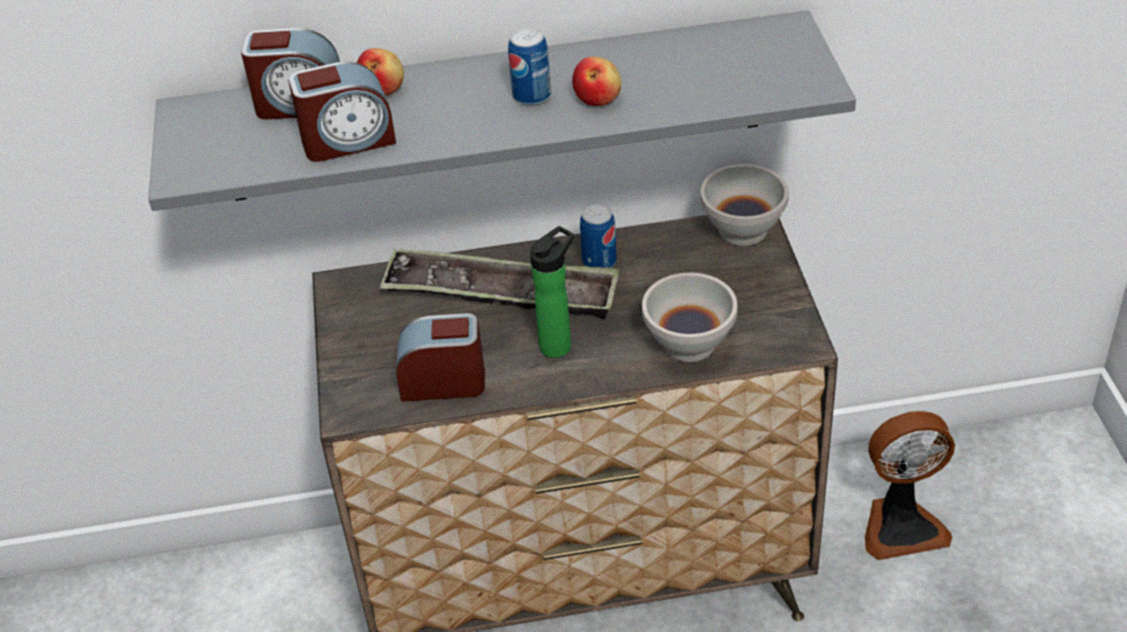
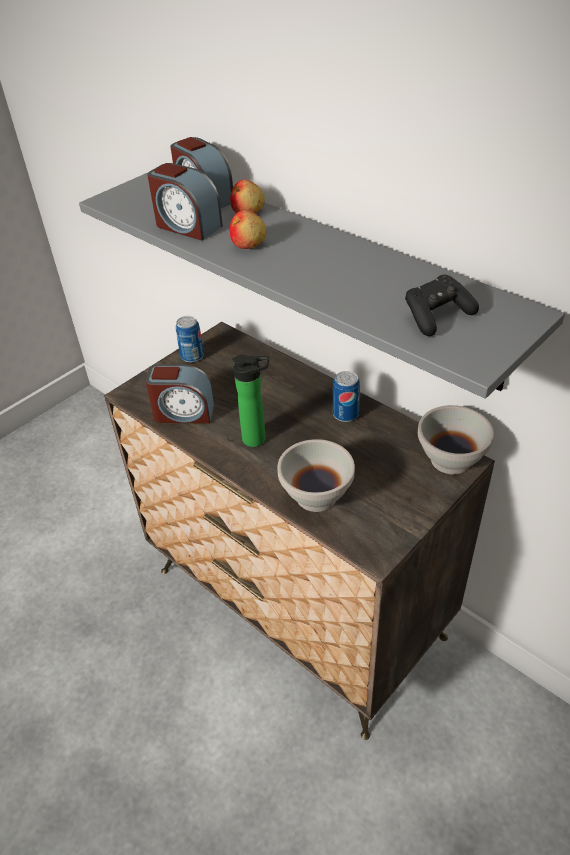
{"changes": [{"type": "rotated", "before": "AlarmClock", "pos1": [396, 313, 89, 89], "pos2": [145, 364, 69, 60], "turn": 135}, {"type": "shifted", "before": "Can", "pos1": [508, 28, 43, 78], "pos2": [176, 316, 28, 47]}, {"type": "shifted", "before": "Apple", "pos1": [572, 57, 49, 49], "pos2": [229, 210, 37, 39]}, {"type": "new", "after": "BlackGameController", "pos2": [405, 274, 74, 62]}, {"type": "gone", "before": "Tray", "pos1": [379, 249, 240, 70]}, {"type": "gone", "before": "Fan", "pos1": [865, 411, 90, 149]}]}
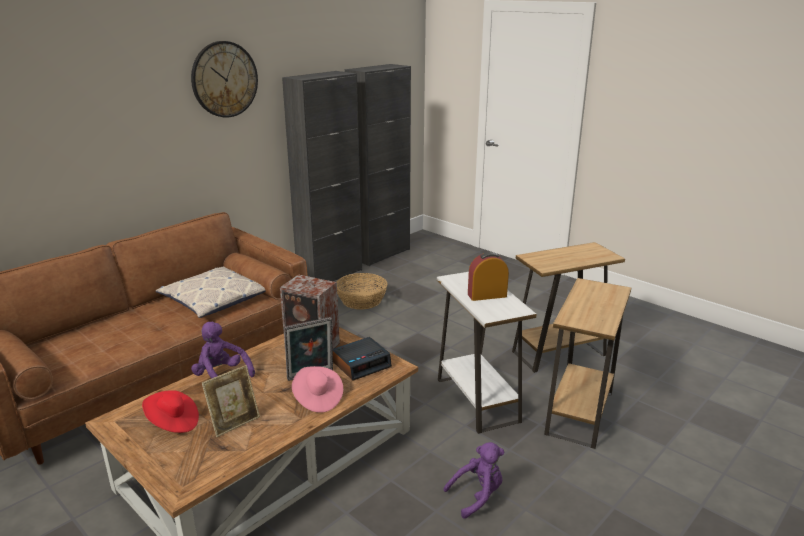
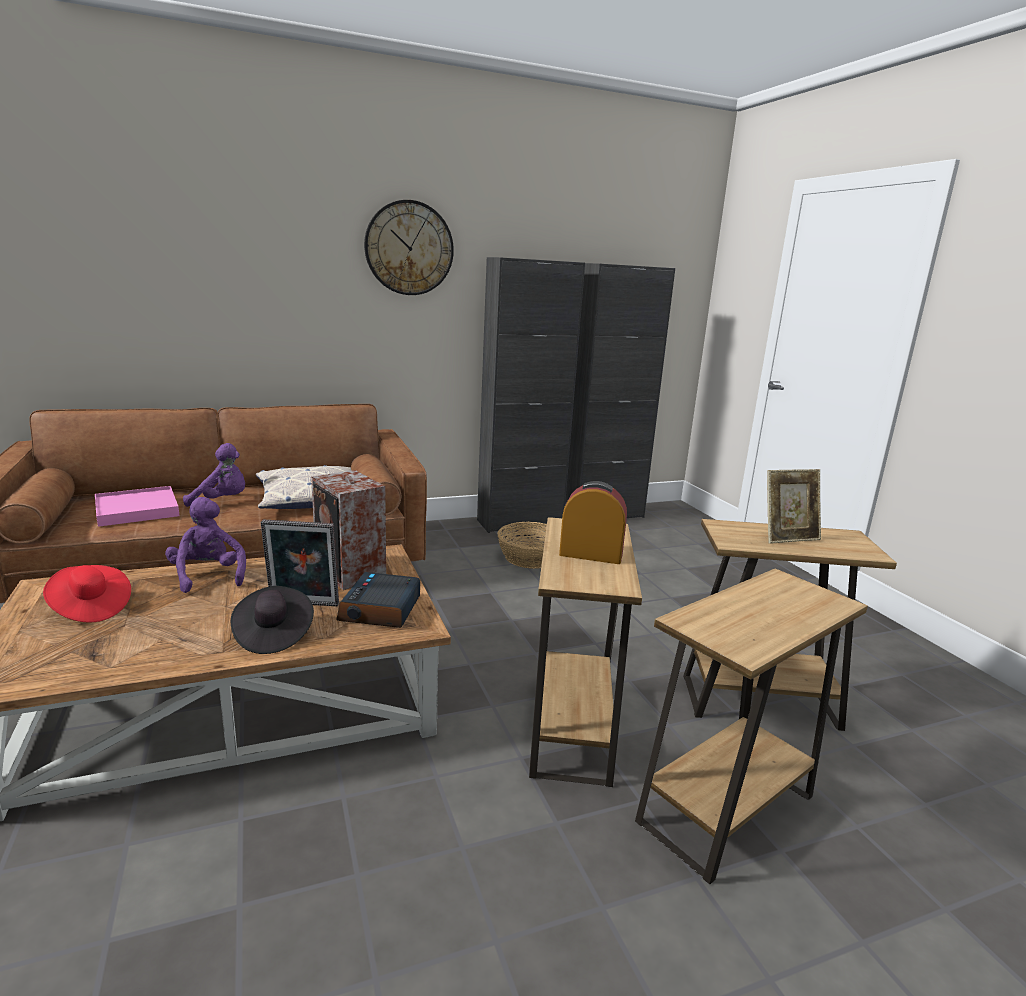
{"changes": [{"type": "new", "after": "PinkTray", "pos2": [95, 486, 85, 41]}, {"type": "shifted", "before": "PurplePlushToy", "pos1": [443, 442, 62, 77], "pos2": [183, 443, 62, 64]}, {"type": "repainted", "before": "PinkHat", "after": "BlackHat", "pos1": [292, 366, 51, 47], "pos2": [231, 586, 83, 68]}, {"type": "rotated", "before": "AlarmClock", "pos1": [333, 337, 59, 44], "pos2": [336, 572, 84, 56], "turn": 105}, {"type": "repainted", "before": "WhiteSideTable", "after": "BrownSideTable", "pos1": [437, 272, 99, 162], "pos2": [529, 517, 113, 270]}, {"type": "shifted", "before": "PictureFrame", "pos1": [202, 365, 58, 72], "pos2": [767, 469, 54, 75]}]}
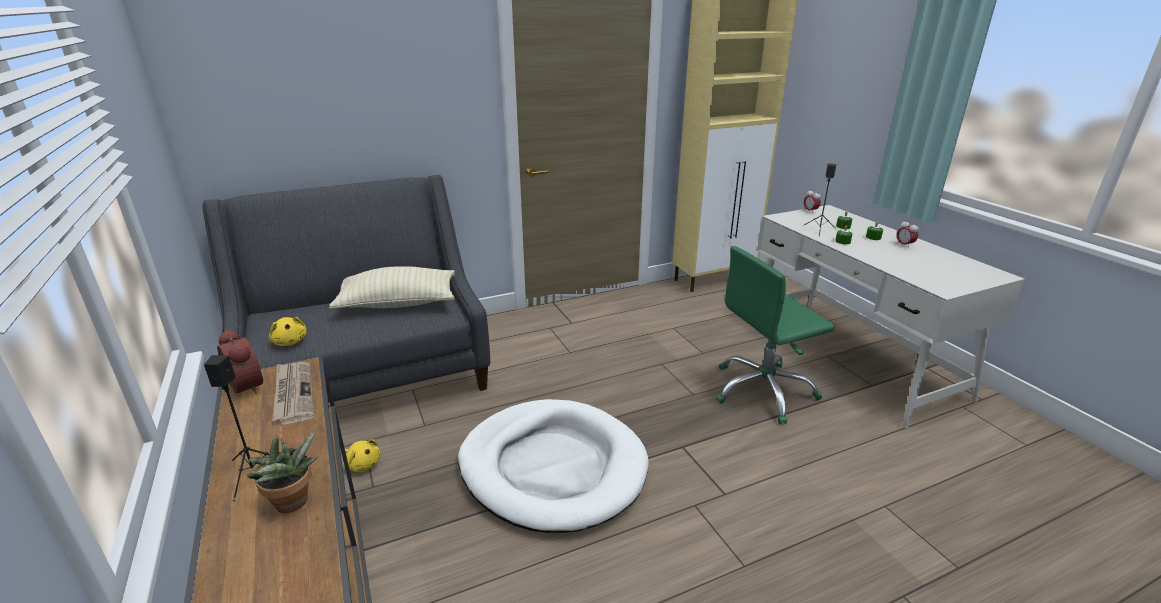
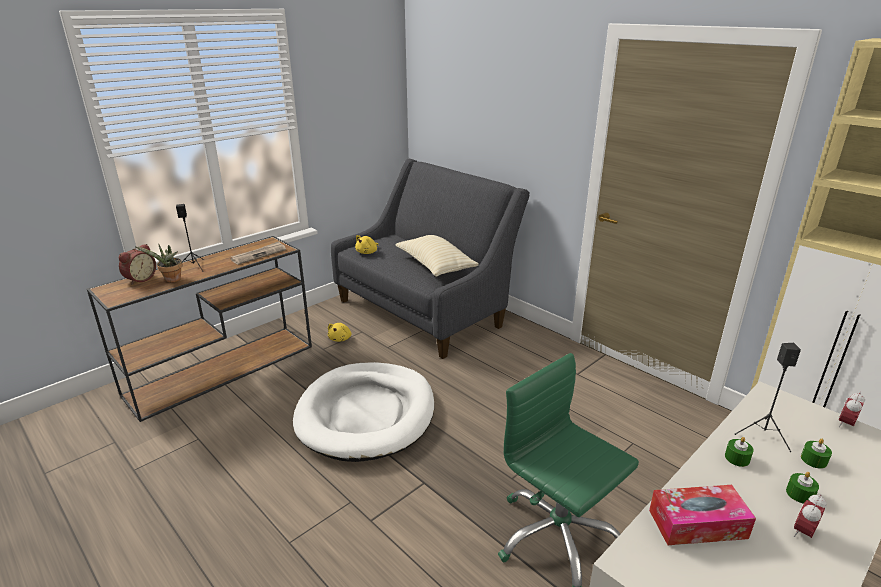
{"changes": [{"type": "shifted", "before": "AlarmClock", "pos1": [217, 330, 46, 64], "pos2": [119, 244, 37, 41]}, {"type": "new", "after": "TissueBox", "pos2": [649, 485, 107, 60]}]}
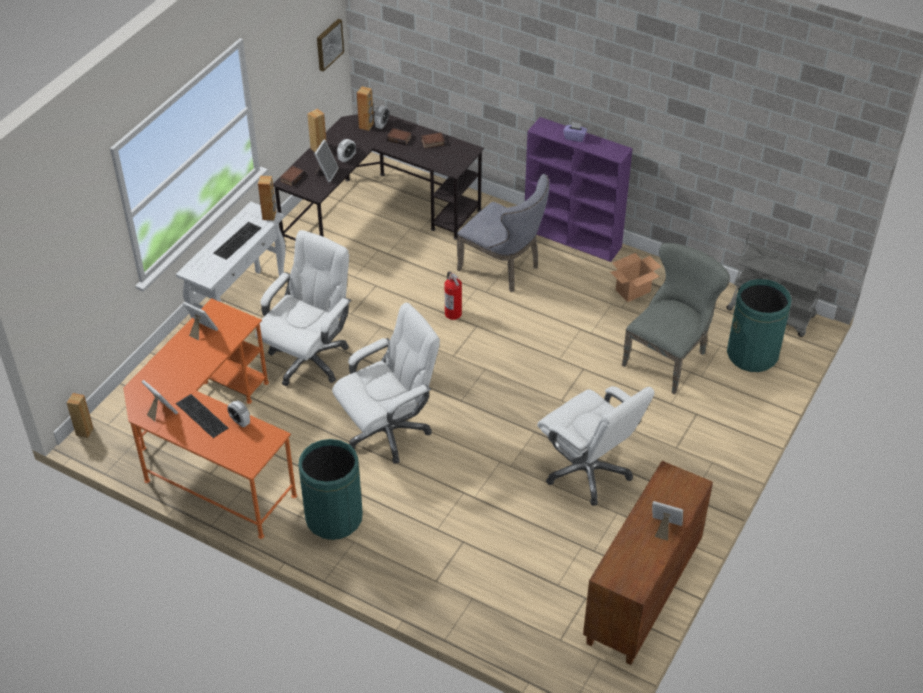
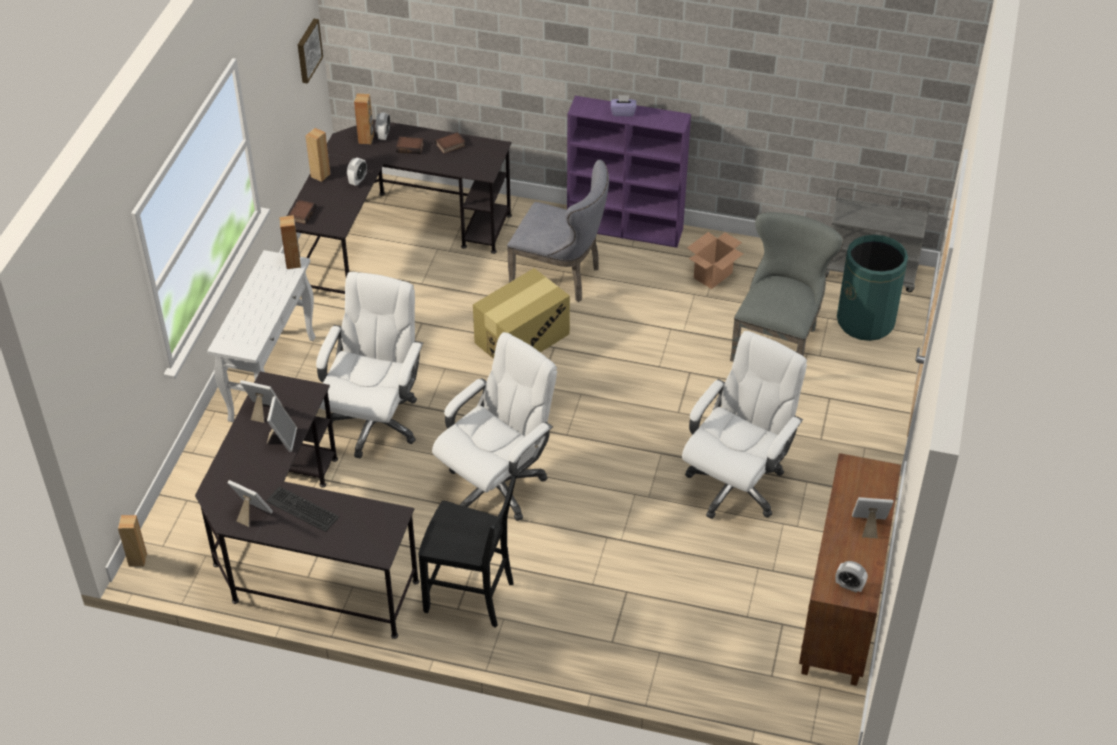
{"changes": [{"type": "repainted", "before": "OrangeDesk", "after": "BlackDesk", "pos1": [123, 298, 174, 241], "pos2": [195, 371, 224, 268]}, {"type": "shifted", "before": "PictureFrame", "pos1": [314, 139, 25, 43], "pos2": [267, 396, 30, 56]}, {"type": "swapped", "before": "GreenTrashCan", "after": "BlackChair", "pos1": [298, 439, 65, 101], "pos2": [418, 472, 99, 156]}, {"type": "swapped", "before": "FireExtinguisher", "after": "CardboardBox", "pos1": [444, 272, 18, 48], "pos2": [473, 268, 97, 91]}, {"type": "rotated", "before": "WhiteOfficeChair", "pos1": [537, 386, 118, 120], "pos2": [682, 331, 125, 188], "turn": -90}, {"type": "shifted", "before": "AlarmClock", "pos1": [227, 400, 23, 27], "pos2": [835, 561, 33, 31]}, {"type": "gone", "before": "Keyboard", "pos1": [213, 222, 48, 38]}]}
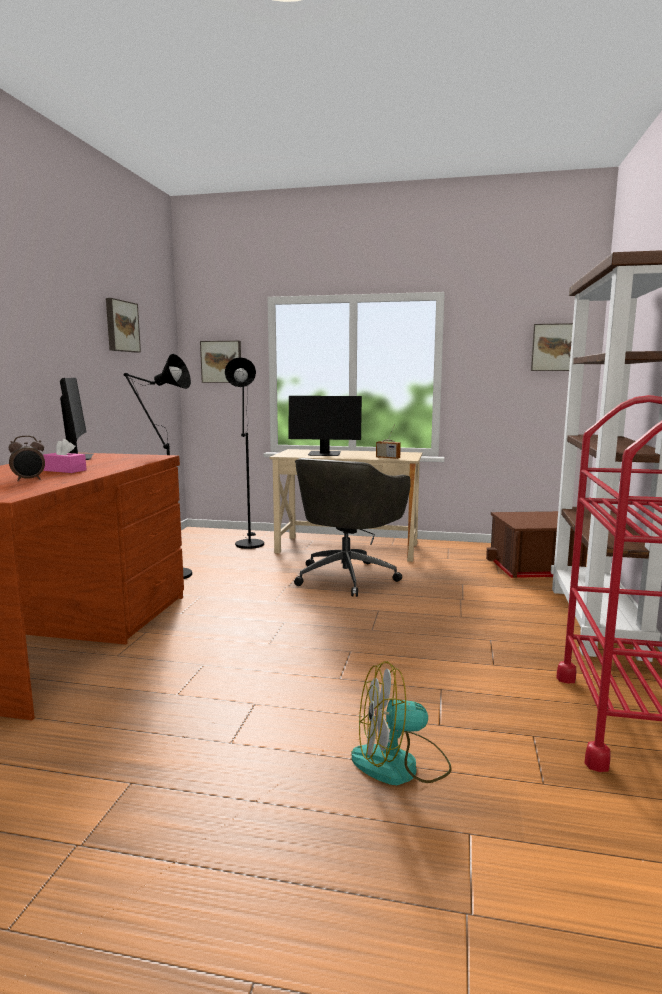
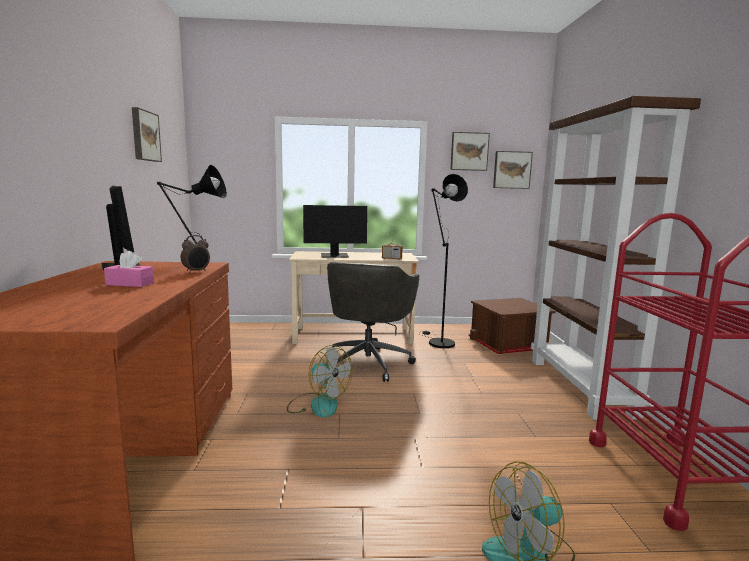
{"changes": [{"type": "shifted", "before": "AlarmClock", "pos1": [9, 435, 36, 46], "pos2": [181, 235, 29, 38]}, {"type": "new", "after": "Fan", "pos2": [287, 345, 66, 73]}, {"type": "shifted", "before": "BlackFloorLamp", "pos1": [225, 357, 39, 192], "pos2": [422, 174, 46, 174]}, {"type": "shifted", "before": "Picture", "pos1": [200, 341, 41, 42], "pos2": [450, 132, 40, 39]}]}
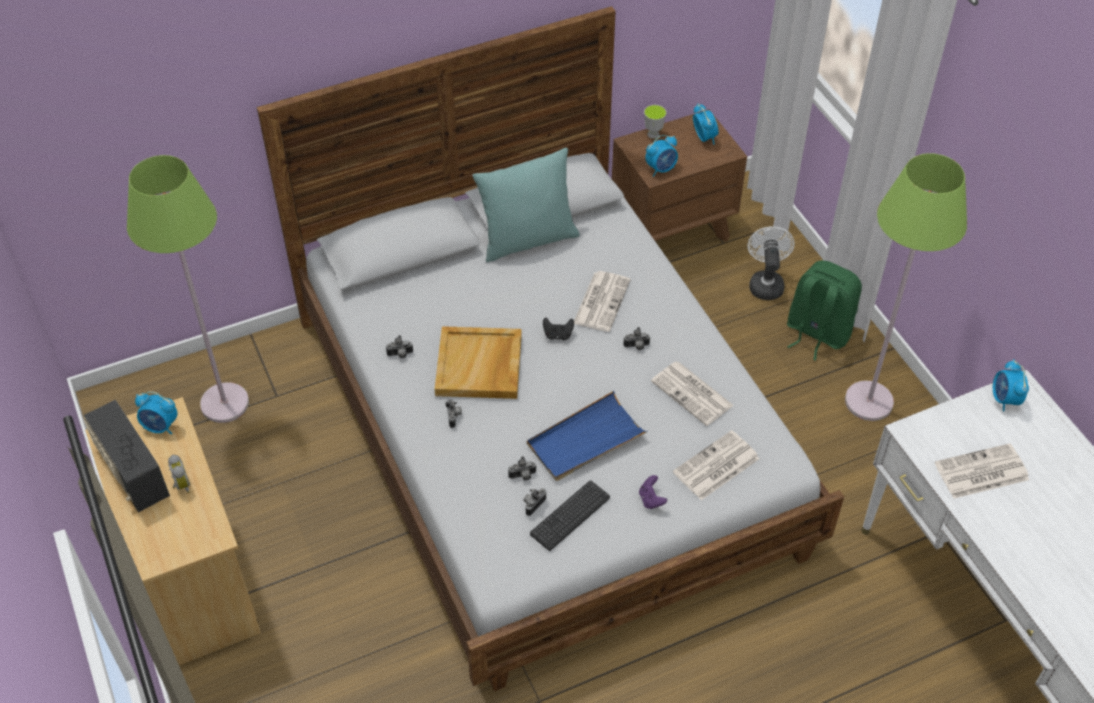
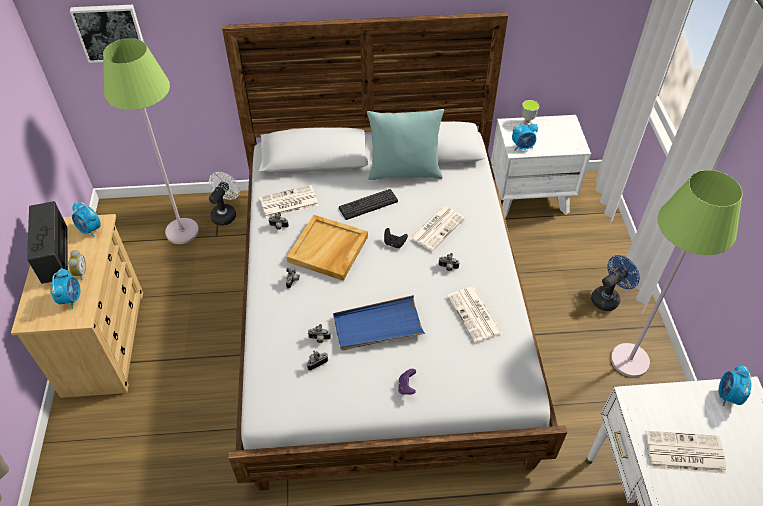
{"changes": [{"type": "shifted", "before": "AlarmClock", "pos1": [693, 103, 26, 42], "pos2": [50, 268, 30, 41]}, {"type": "new", "after": "Picture", "pos2": [70, 5, 74, 58]}, {"type": "shifted", "before": "WhiteFan", "pos1": [748, 226, 47, 74], "pos2": [209, 172, 31, 53]}, {"type": "shifted", "before": "Newspaper", "pos1": [673, 430, 87, 70], "pos2": [260, 185, 59, 33]}, {"type": "shifted", "before": "Keyboard", "pos1": [530, 480, 80, 71], "pos2": [339, 189, 59, 31]}, {"type": "repainted", "before": "BrownNightstand", "after": "WhiteNightstand", "pos1": [612, 109, 135, 133], "pos2": [491, 115, 100, 103]}, {"type": "swapped", "before": "GreenBackpack", "after": "BlueFan", "pos1": [787, 260, 75, 101], "pos2": [591, 255, 49, 56]}]}
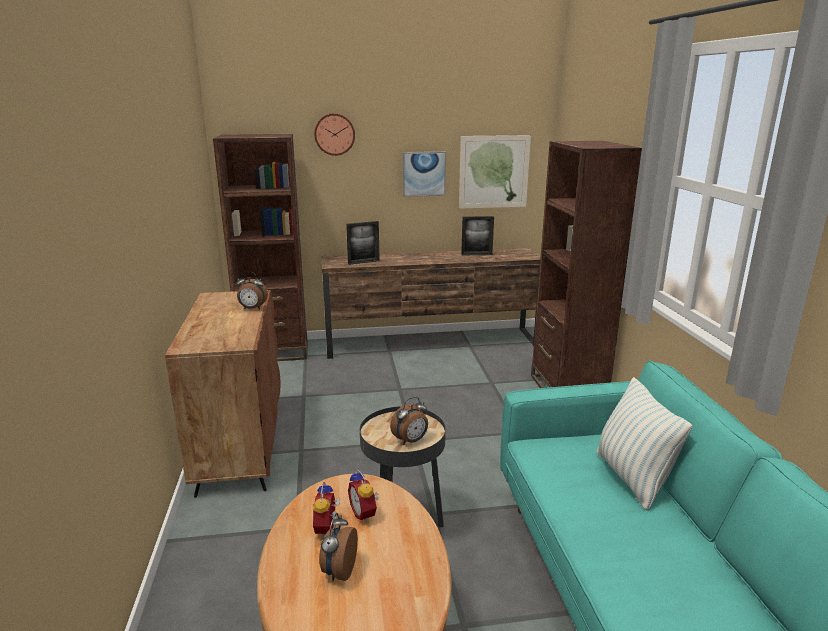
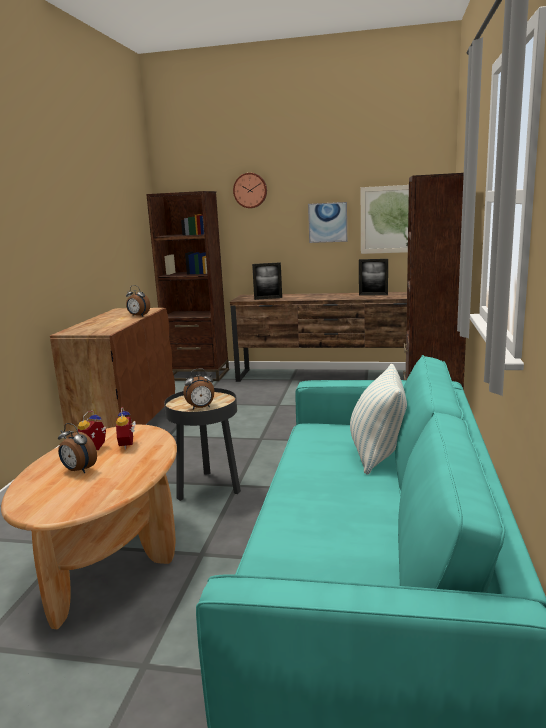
{"changes": [{"type": "rotated", "before": "AlarmClock", "pos1": [319, 513, 39, 68], "pos2": [58, 423, 39, 50], "turn": -90}]}
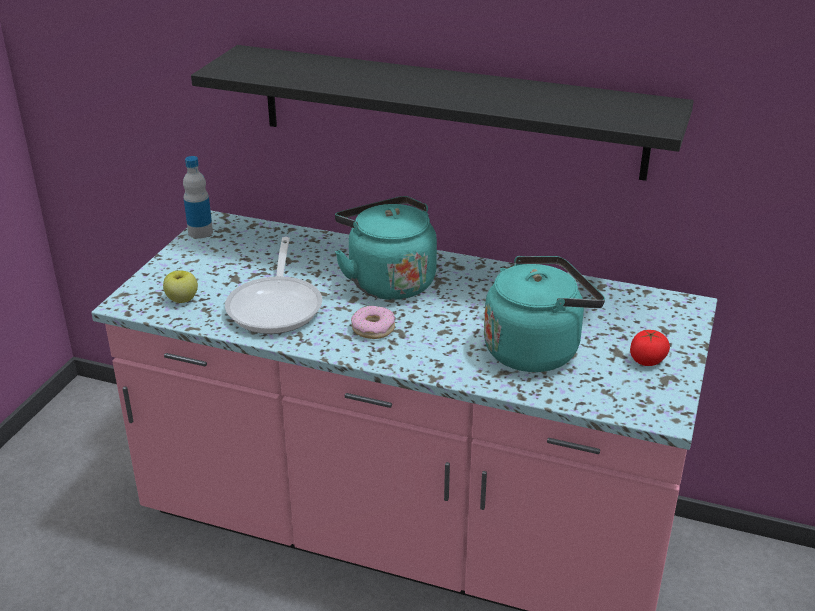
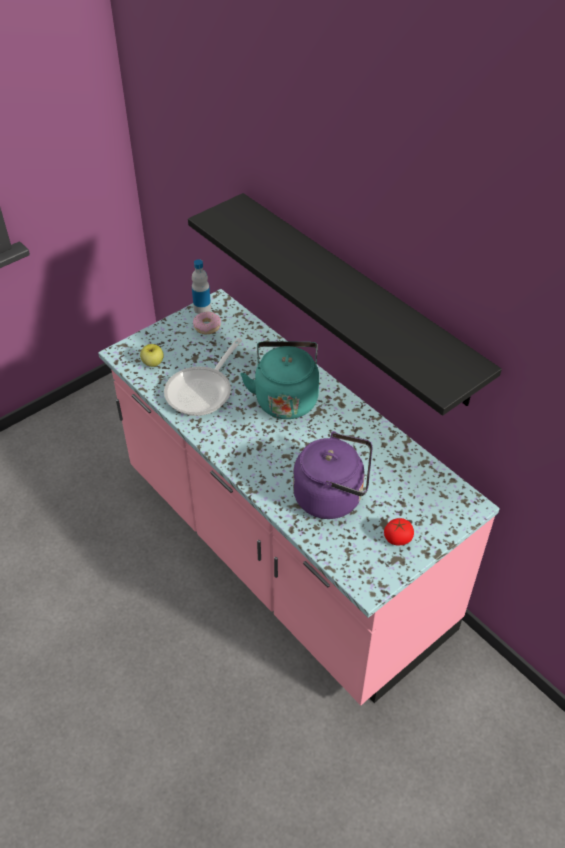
{"changes": [{"type": "shifted", "before": "Donut", "pos1": [351, 306, 44, 33], "pos2": [193, 311, 28, 23]}, {"type": "repainted", "before": "TurquoiseKettle", "after": "PurpleKettle", "pos1": [484, 256, 121, 116], "pos2": [293, 431, 79, 88]}]}
